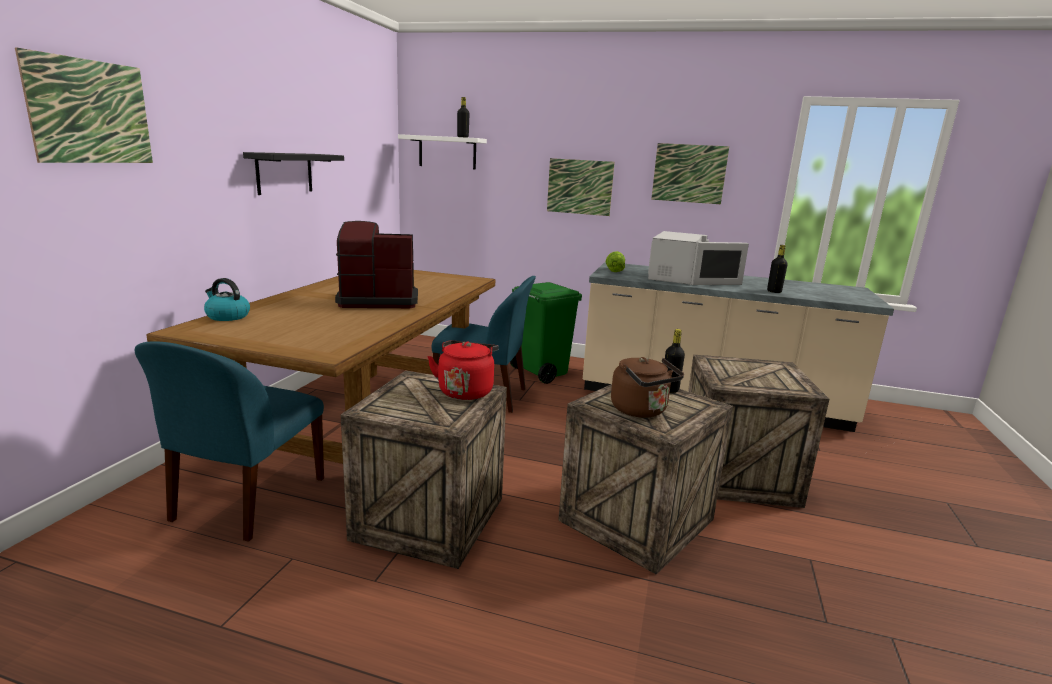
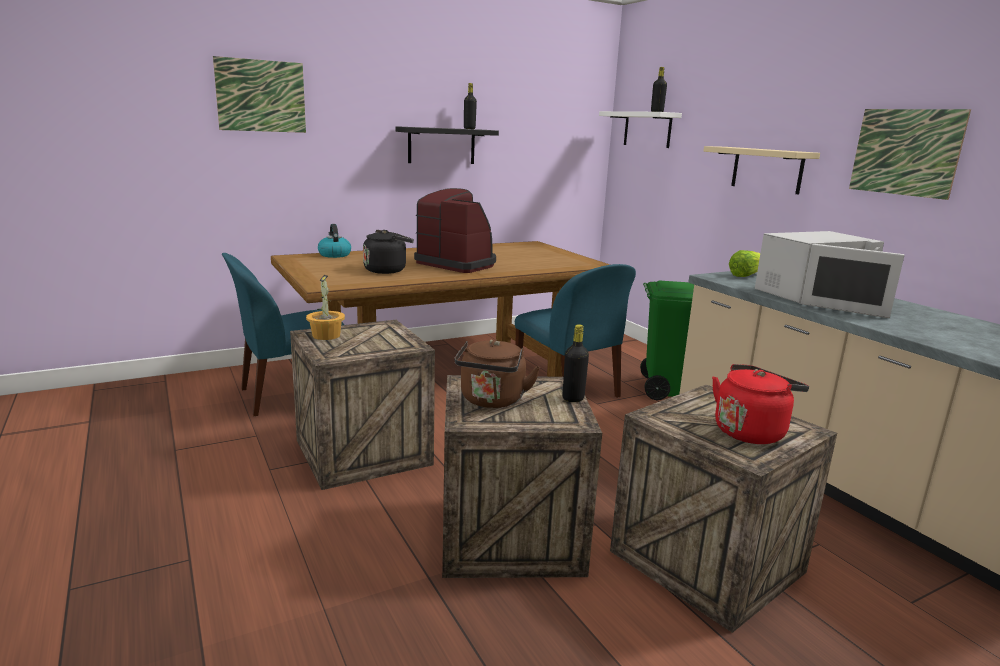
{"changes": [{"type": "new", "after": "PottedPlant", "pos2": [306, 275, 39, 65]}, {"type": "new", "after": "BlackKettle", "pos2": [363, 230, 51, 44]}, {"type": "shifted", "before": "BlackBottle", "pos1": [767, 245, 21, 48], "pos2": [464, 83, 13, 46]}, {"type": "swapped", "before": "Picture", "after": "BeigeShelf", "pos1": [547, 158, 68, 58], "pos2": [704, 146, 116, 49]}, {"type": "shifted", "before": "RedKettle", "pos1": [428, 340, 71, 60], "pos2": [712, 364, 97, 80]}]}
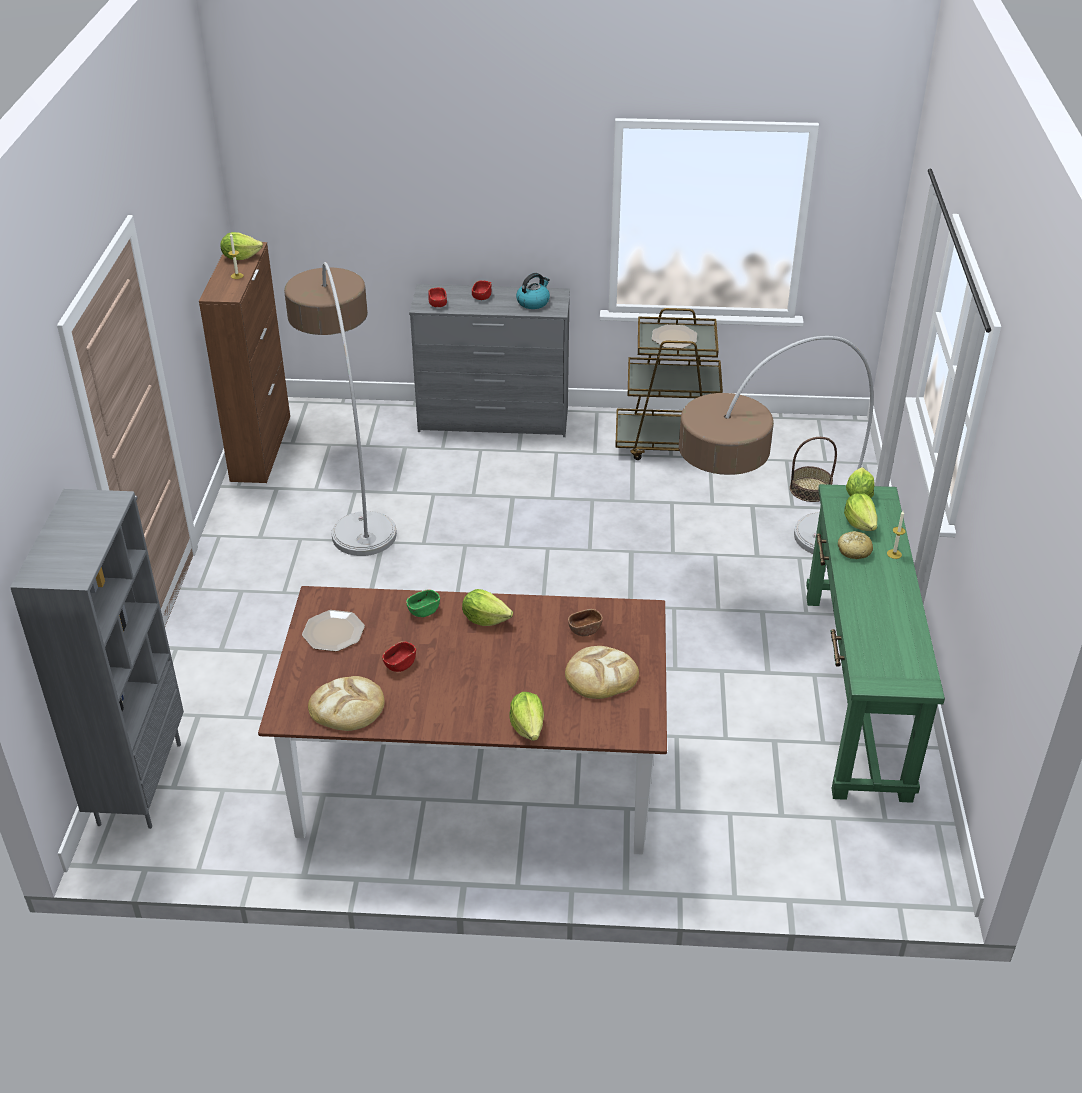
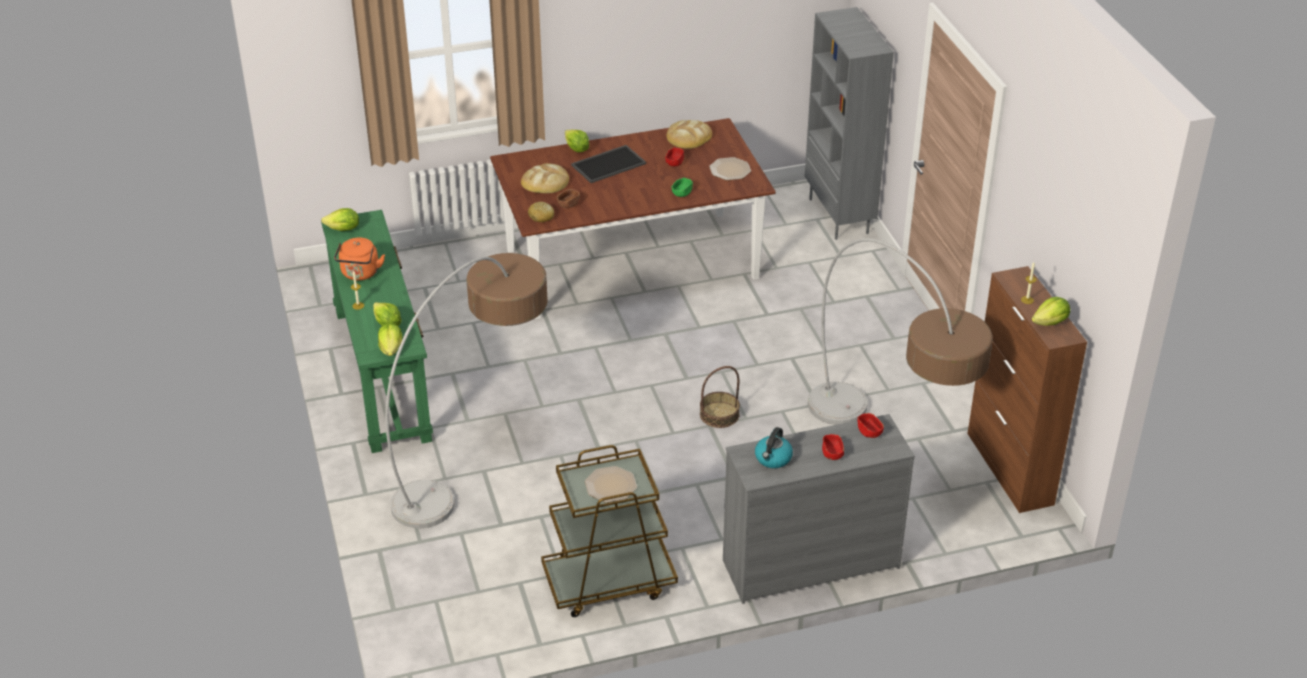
{"changes": [{"type": "shifted", "before": "Lettuce", "pos1": [462, 589, 51, 37], "pos2": [321, 208, 38, 23]}, {"type": "new", "after": "OrangeKettle", "pos2": [334, 238, 51, 43]}, {"type": "shifted", "before": "Bread", "pos1": [838, 531, 35, 28], "pos2": [528, 202, 26, 20]}, {"type": "new", "after": "Tray", "pos2": [571, 145, 75, 38]}, {"type": "shifted", "before": "Basket", "pos1": [790, 437, 47, 65], "pos2": [700, 366, 40, 62]}]}
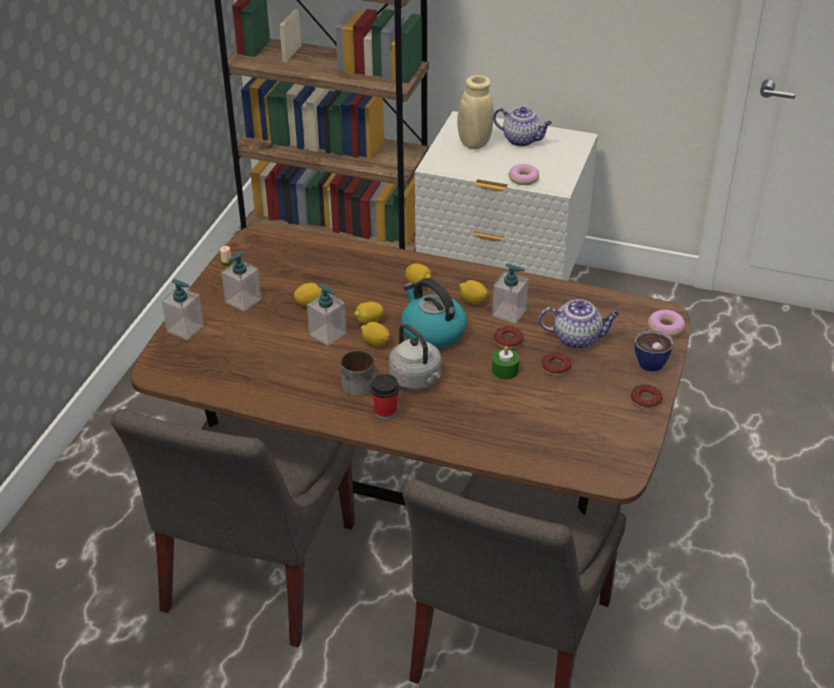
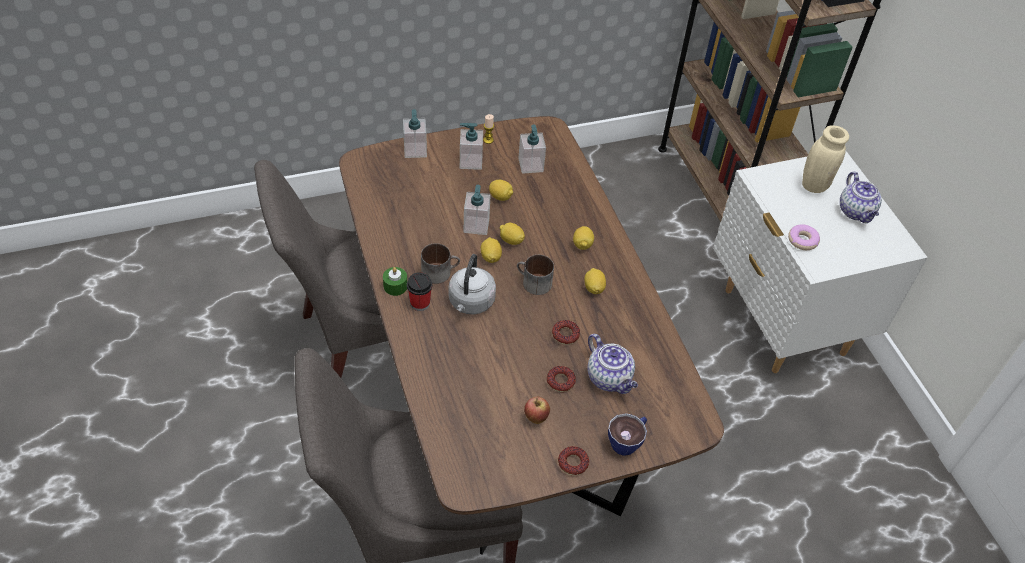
{"changes": [{"type": "shifted", "before": "GreenCandle", "pos1": [492, 346, 27, 34], "pos2": [383, 267, 24, 29]}, {"type": "swapped", "before": "Kettle", "after": "Mug", "pos1": [401, 278, 66, 71], "pos2": [517, 255, 37, 40]}, {"type": "shifted", "before": "SoapDispenser", "pos1": [492, 263, 36, 61], "pos2": [518, 125, 28, 49]}, {"type": "new", "after": "Apple", "pos2": [524, 397, 26, 27]}, {"type": "gone", "before": "Donut", "pos1": [648, 310, 37, 27]}]}
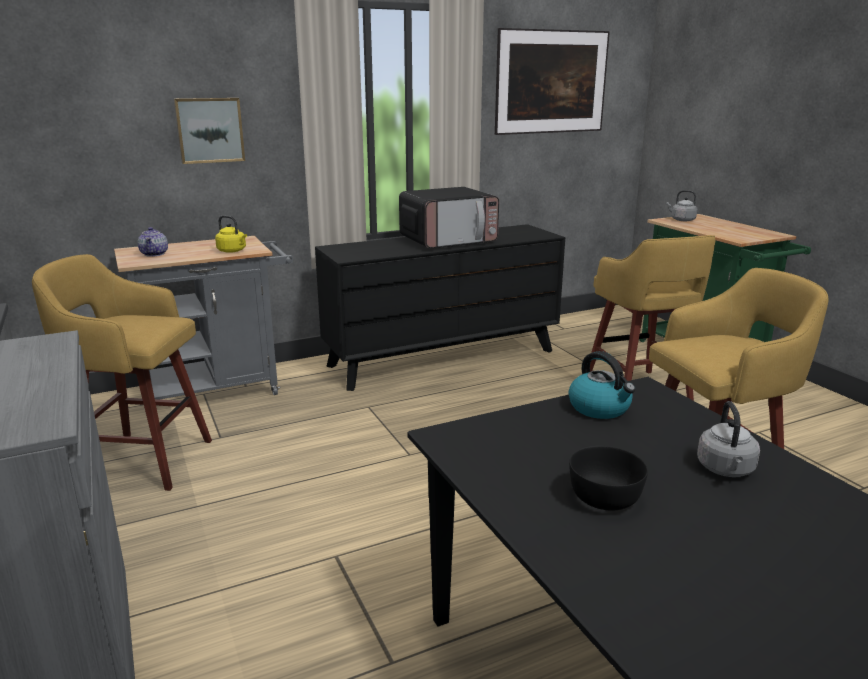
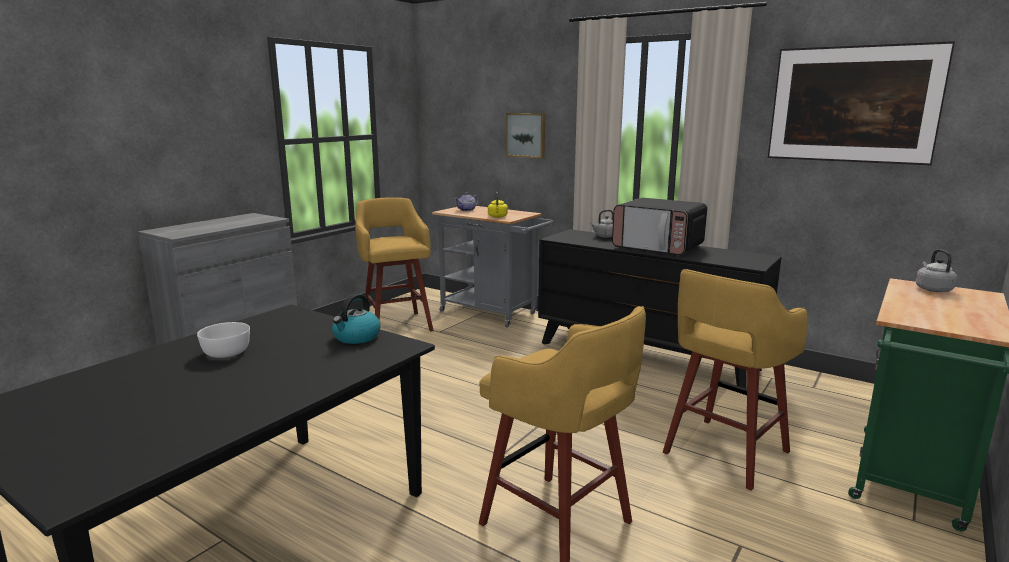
{"changes": [{"type": "repainted", "before": "BlackBowl", "after": "WhiteBowl", "pos1": [569, 446, 79, 65], "pos2": [197, 322, 53, 36]}, {"type": "shifted", "before": "GreyKettle", "pos1": [697, 401, 63, 76], "pos2": [590, 210, 23, 28]}]}
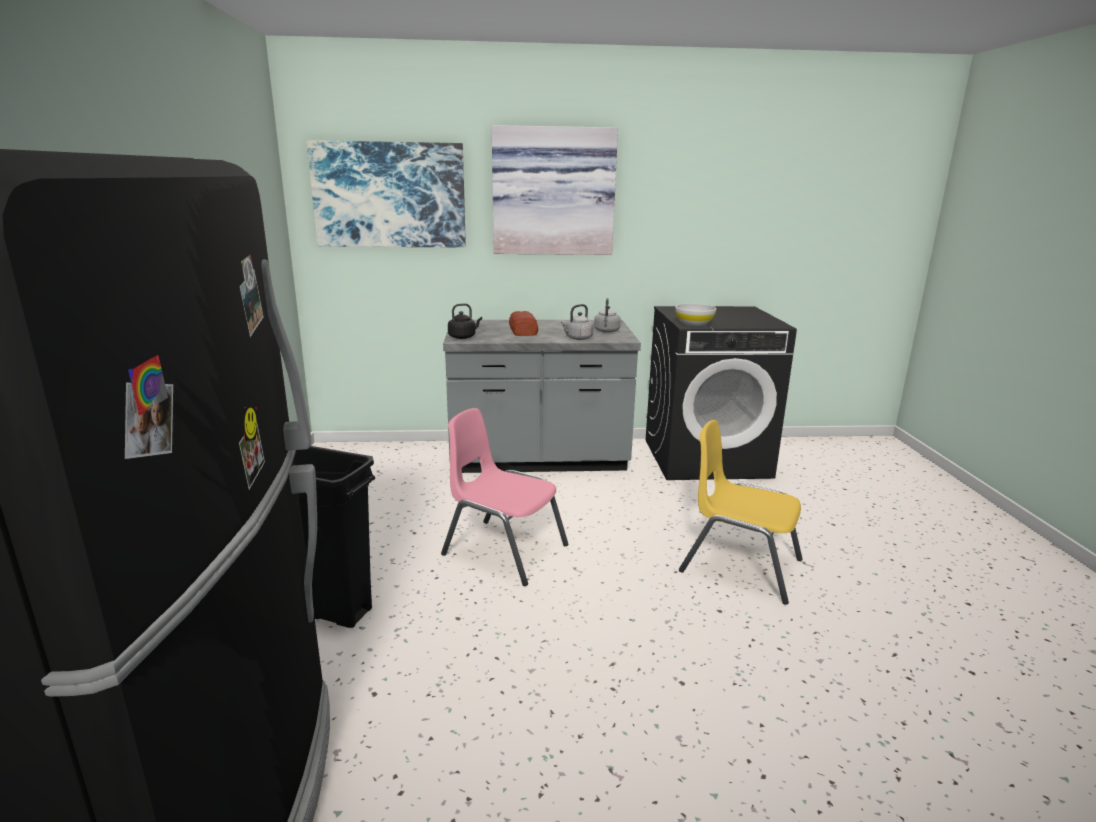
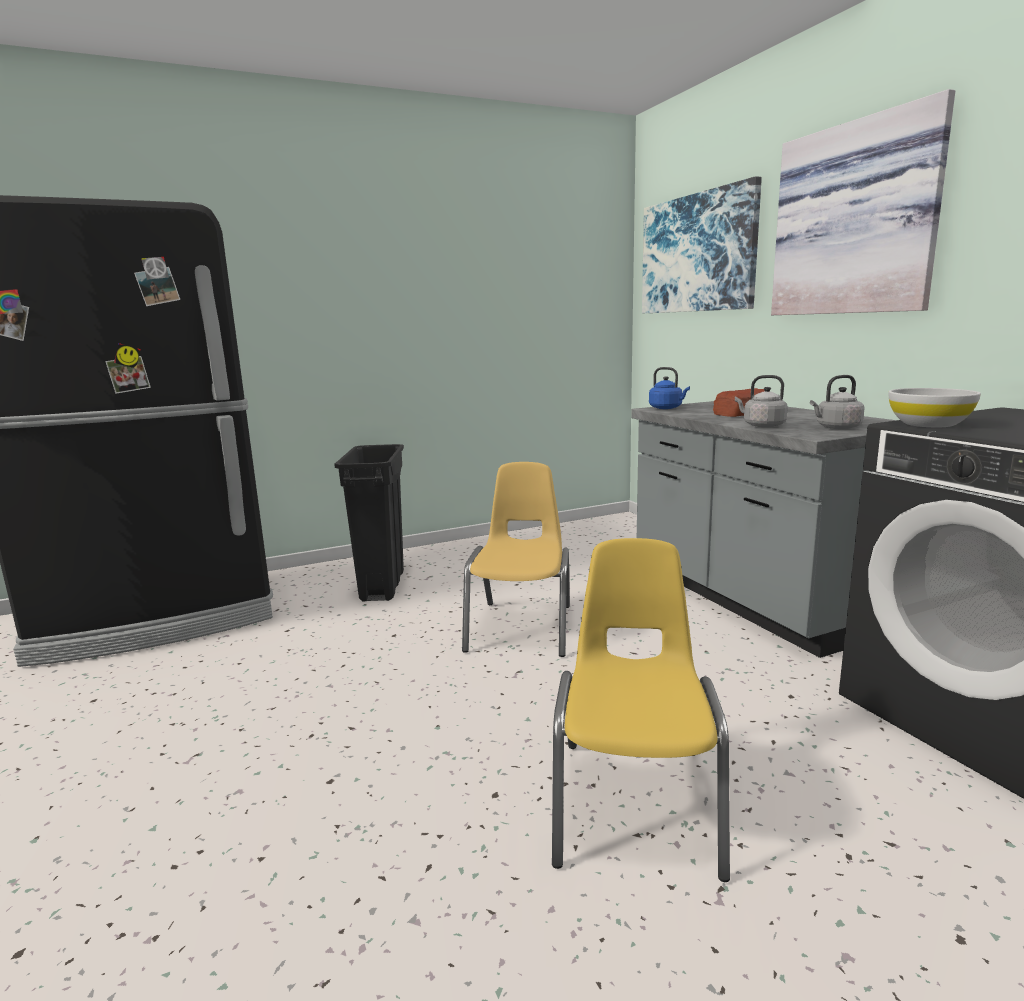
{"changes": [{"type": "repainted", "before": "PinkChair", "after": "YellowChair", "pos1": [441, 408, 127, 178], "pos2": [462, 462, 108, 195]}, {"type": "repainted", "before": "BlackKettle", "after": "BlueKettle", "pos1": [448, 303, 34, 36], "pos2": [649, 367, 41, 42]}]}
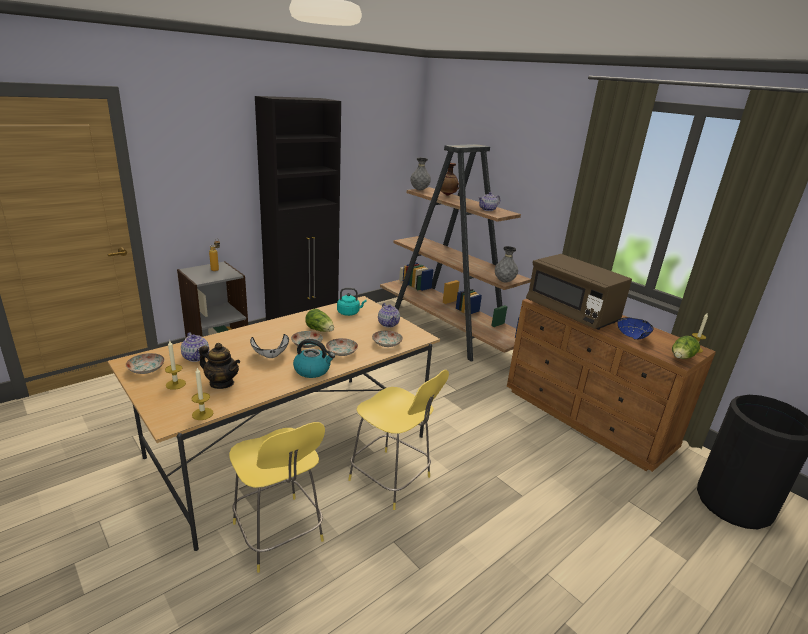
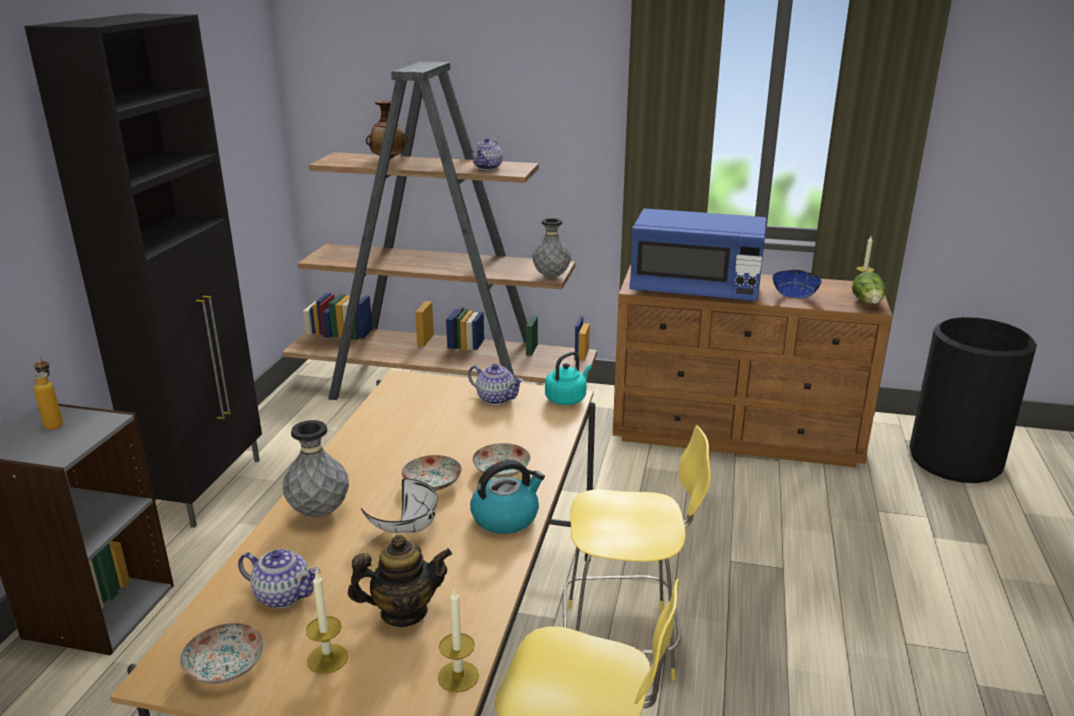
{"changes": [{"type": "shifted", "before": "GreyVase", "pos1": [410, 158, 21, 32], "pos2": [282, 420, 67, 97]}, {"type": "shifted", "before": "TurquoiseKettle", "pos1": [337, 288, 29, 28], "pos2": [545, 352, 47, 53]}, {"type": "repainted", "before": "BrownMicrowave", "after": "BlueMicrowave", "pos1": [526, 254, 106, 76], "pos2": [629, 208, 138, 93]}, {"type": "gone", "before": "Lettuce", "pos1": [305, 309, 29, 23]}, {"type": "gone", "before": "Plate", "pos1": [372, 330, 31, 17]}]}
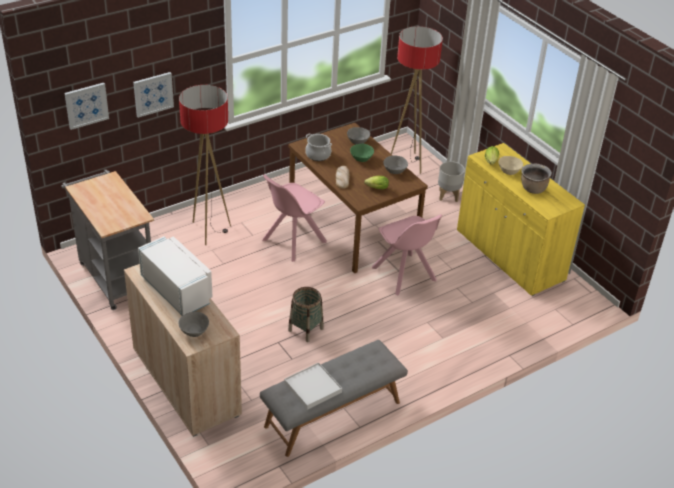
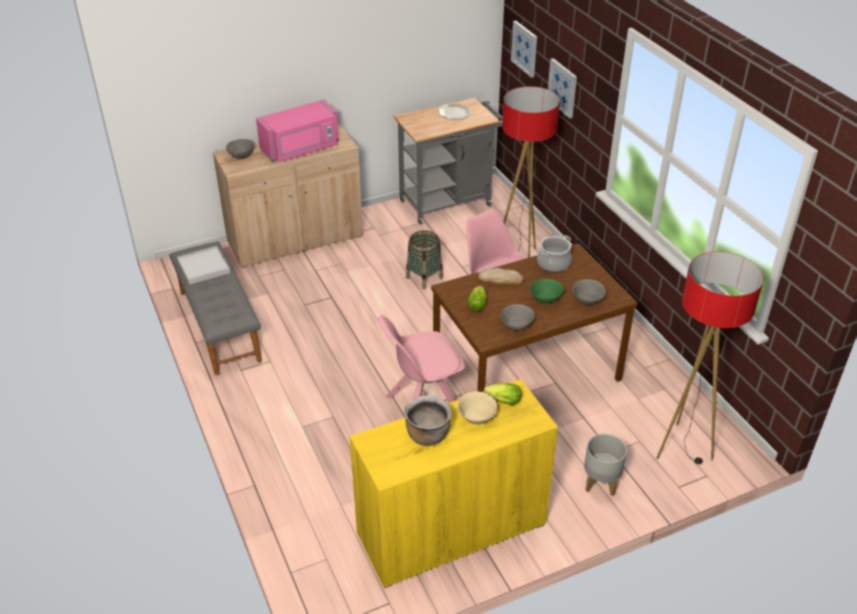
{"changes": [{"type": "repainted", "before": "WhiteMicrowave", "after": "PinkMicrowave", "pos1": [138, 236, 75, 80], "pos2": [256, 99, 83, 63]}, {"type": "shifted", "before": "Basket", "pos1": [288, 287, 36, 55], "pos2": [406, 230, 37, 59]}, {"type": "new", "after": "Plate", "pos2": [439, 104, 32, 16]}]}
